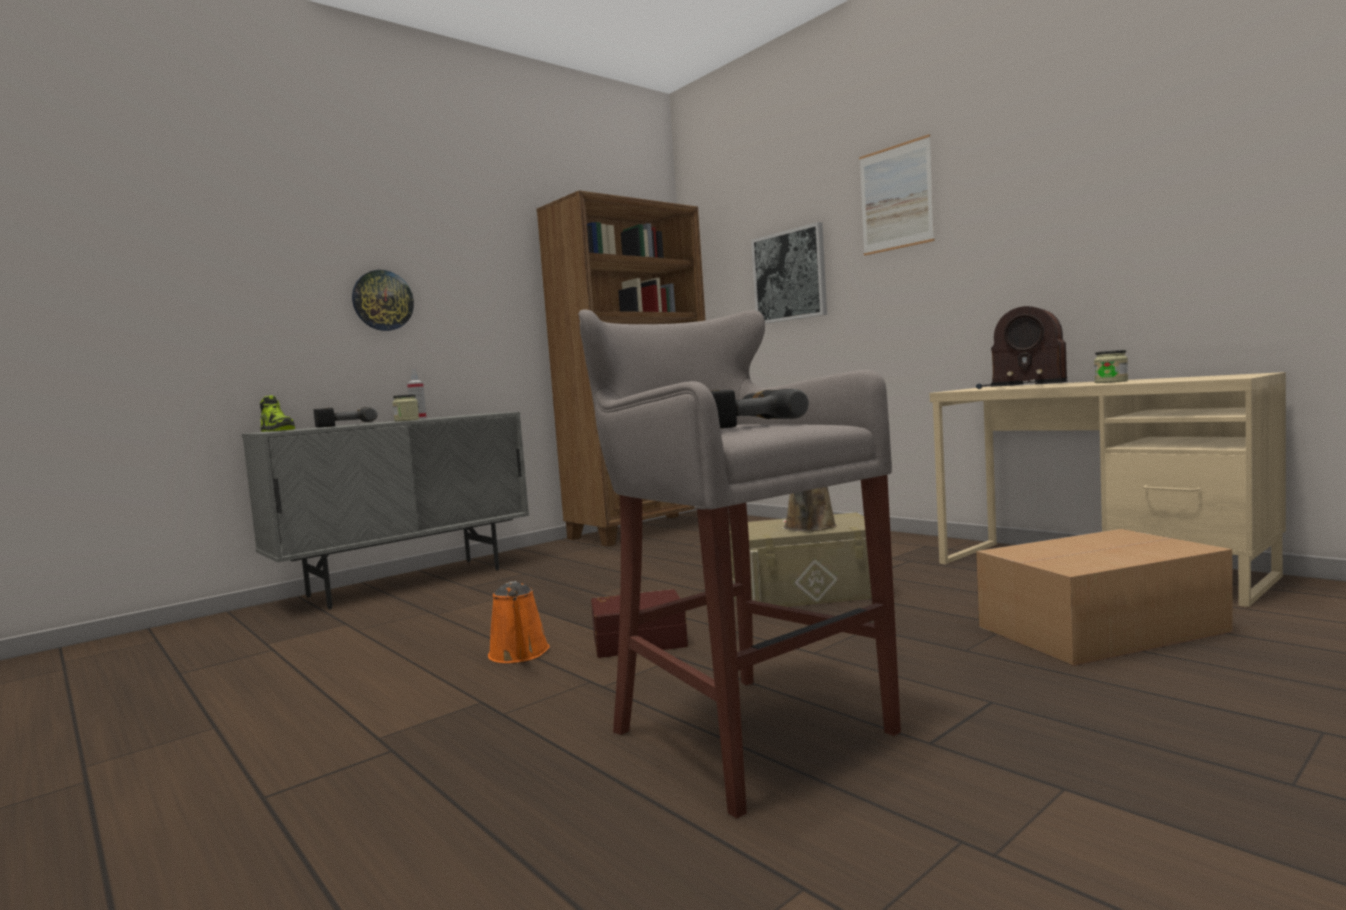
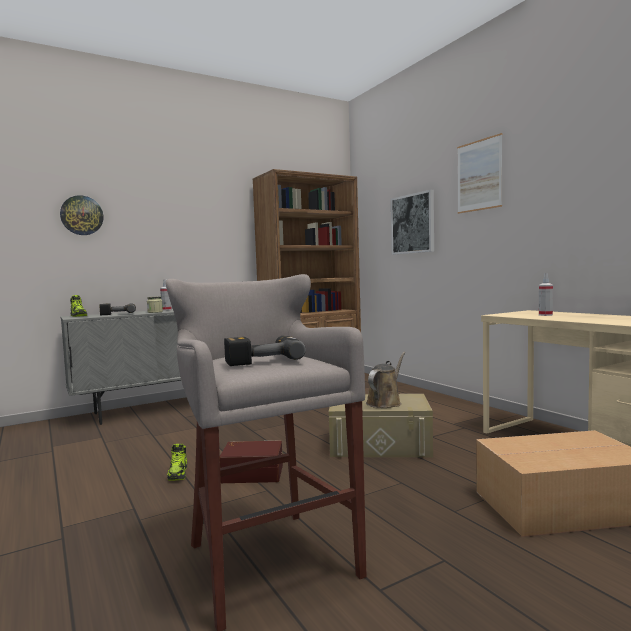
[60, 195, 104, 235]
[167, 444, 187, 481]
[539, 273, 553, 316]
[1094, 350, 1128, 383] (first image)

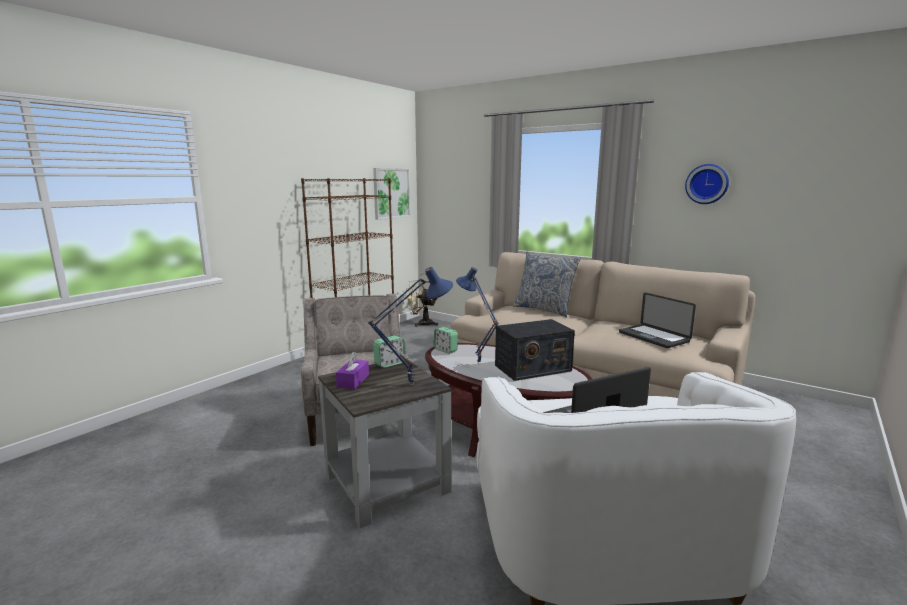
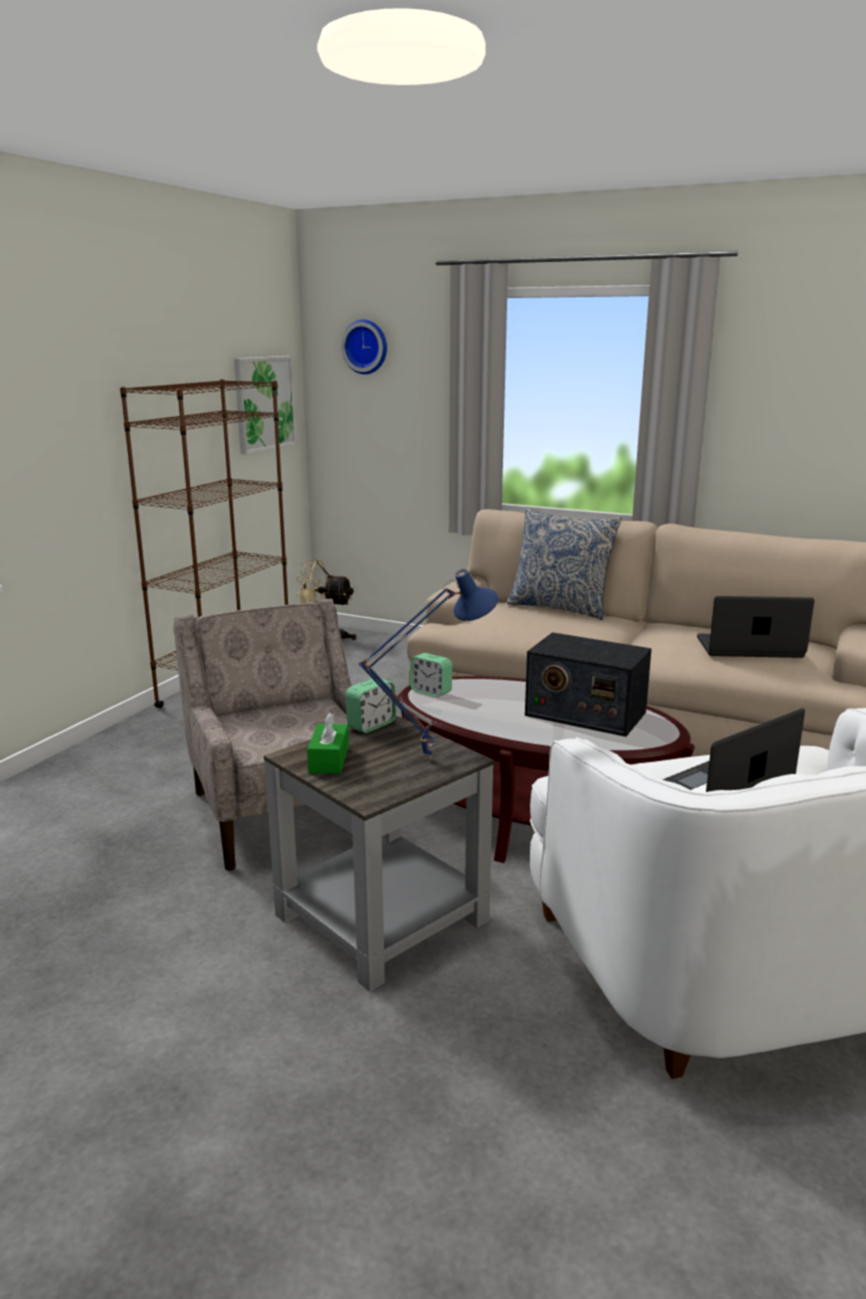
[307, 713, 349, 774]
[341, 319, 387, 374]
[525, 632, 652, 737]
[697, 596, 815, 658]
[456, 267, 499, 365] (first image)

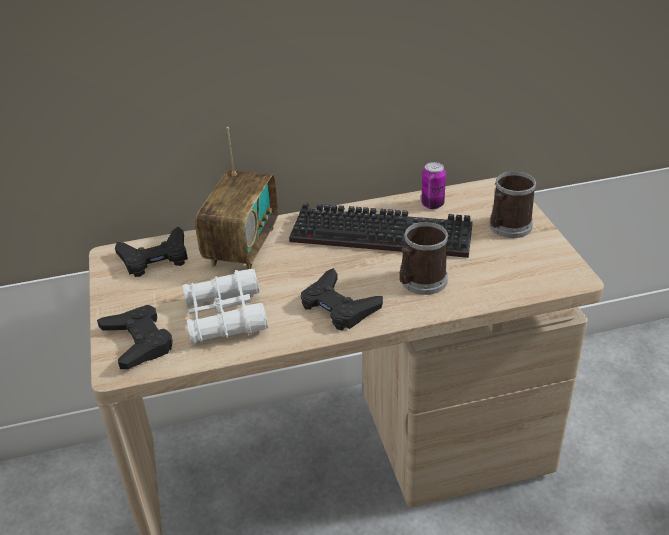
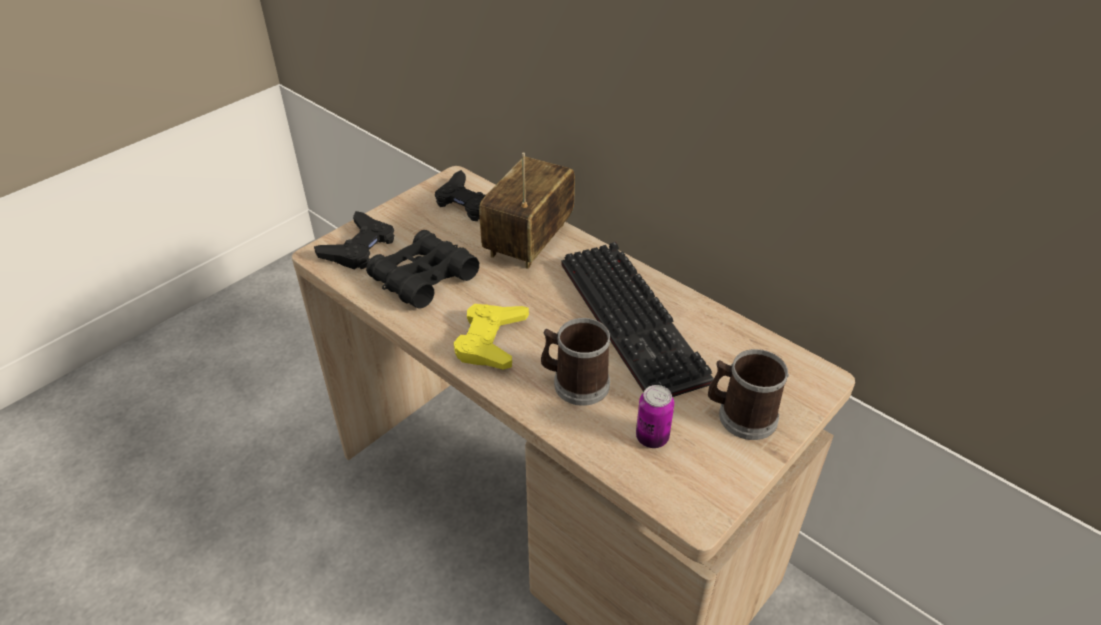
[366, 230, 479, 308]
[454, 304, 529, 370]
[479, 152, 575, 269]
[636, 385, 674, 448]

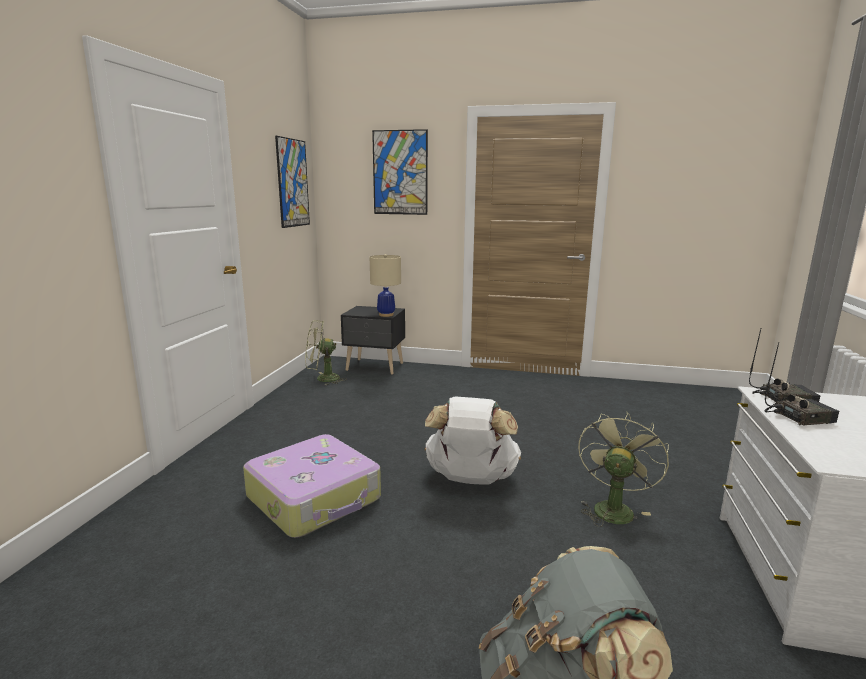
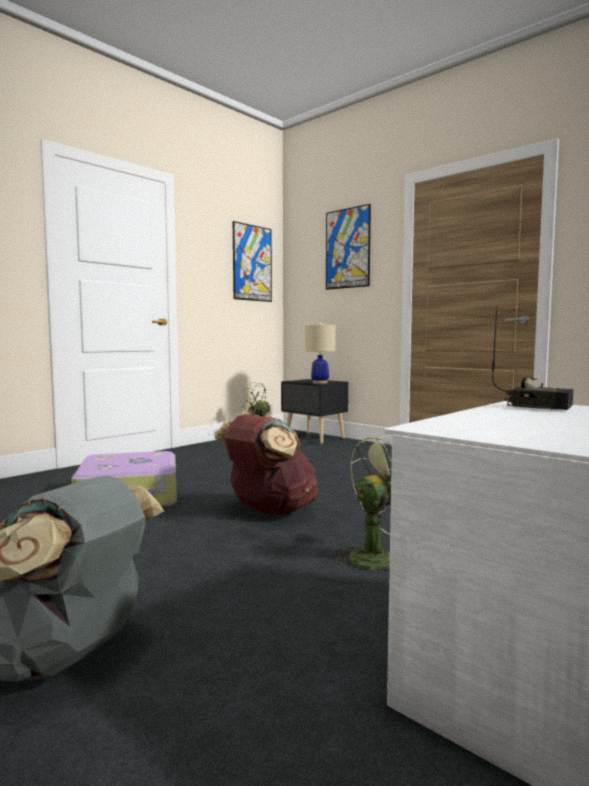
[214, 414, 319, 515]
[765, 343, 839, 425] (first image)

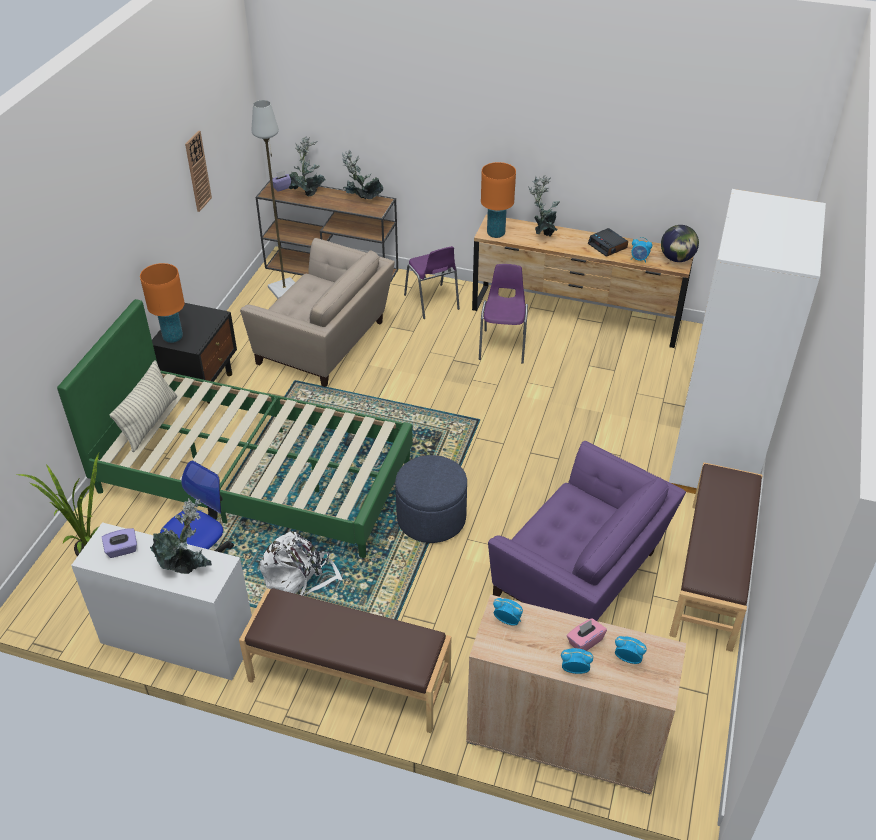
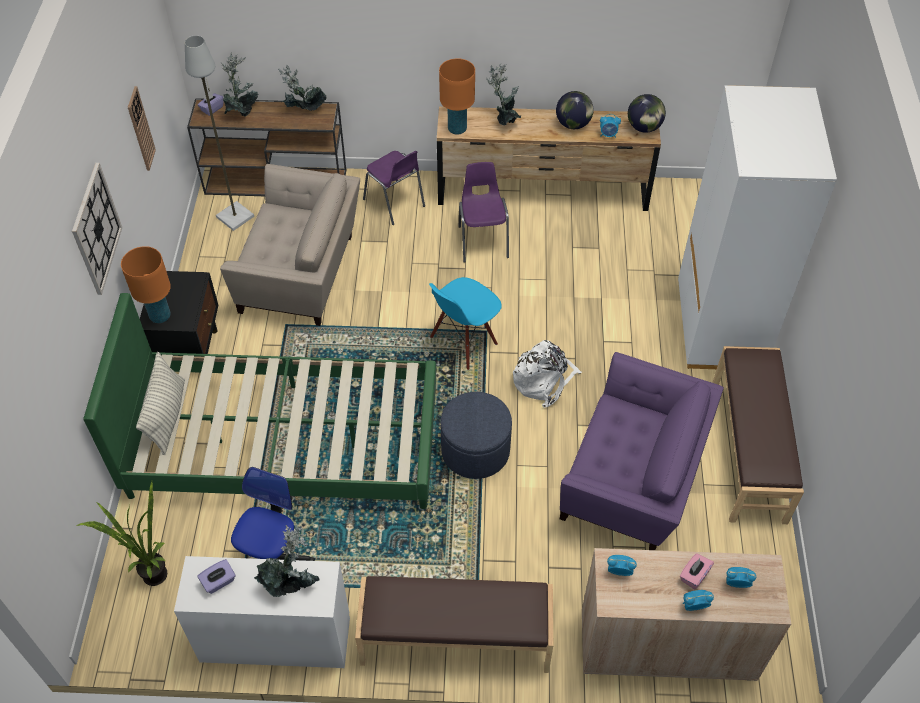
[72, 163, 122, 295]
[429, 277, 502, 370]
[513, 340, 582, 408]
[556, 91, 594, 129]

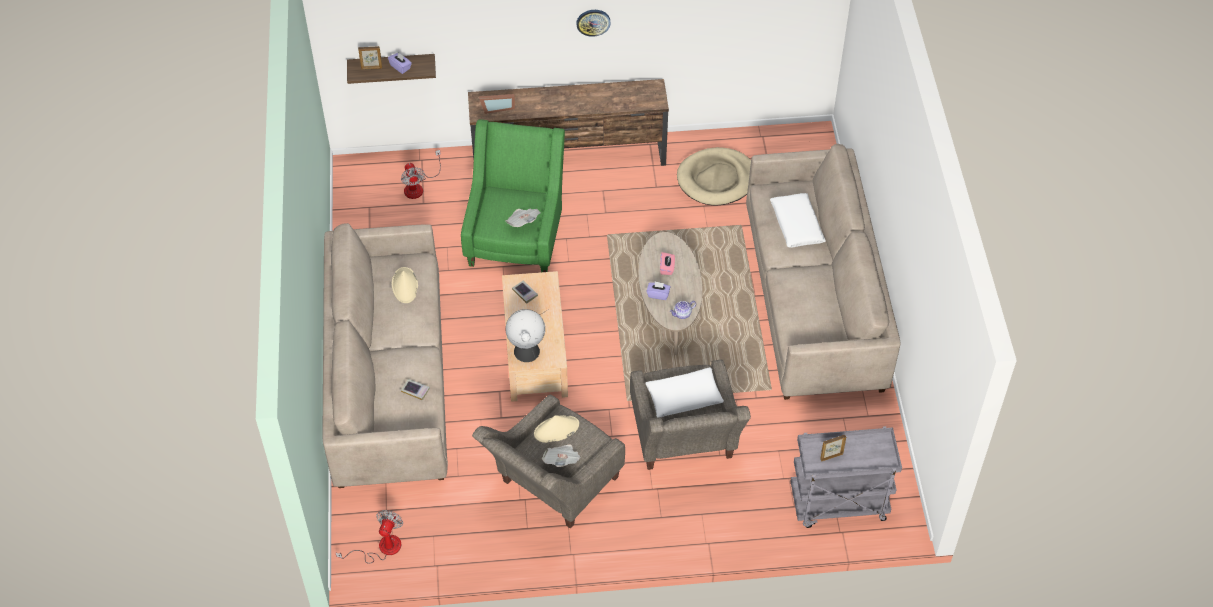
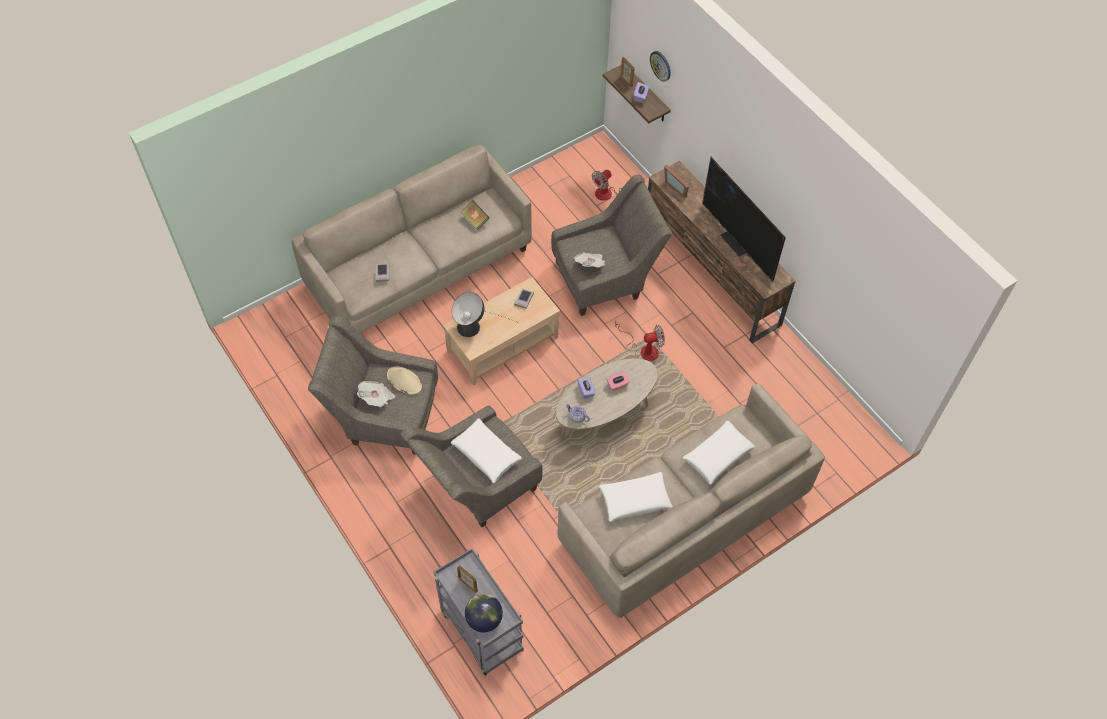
[461, 200, 490, 230]
[465, 594, 503, 632]
[551, 175, 672, 316]
[599, 472, 673, 522]
[615, 320, 665, 361]
[650, 51, 671, 82]
[702, 157, 786, 282]
[677, 147, 751, 206] (first image)

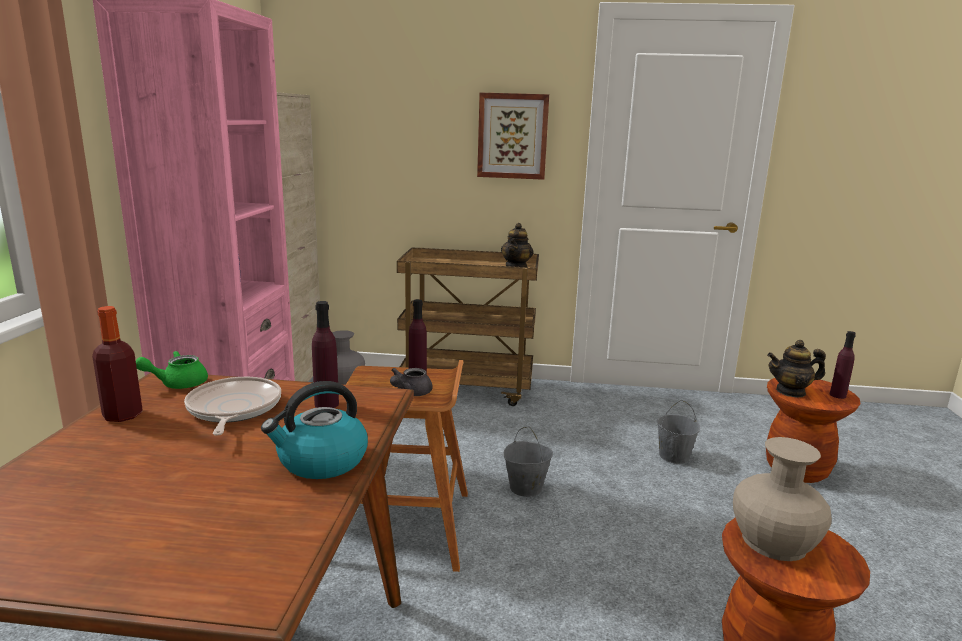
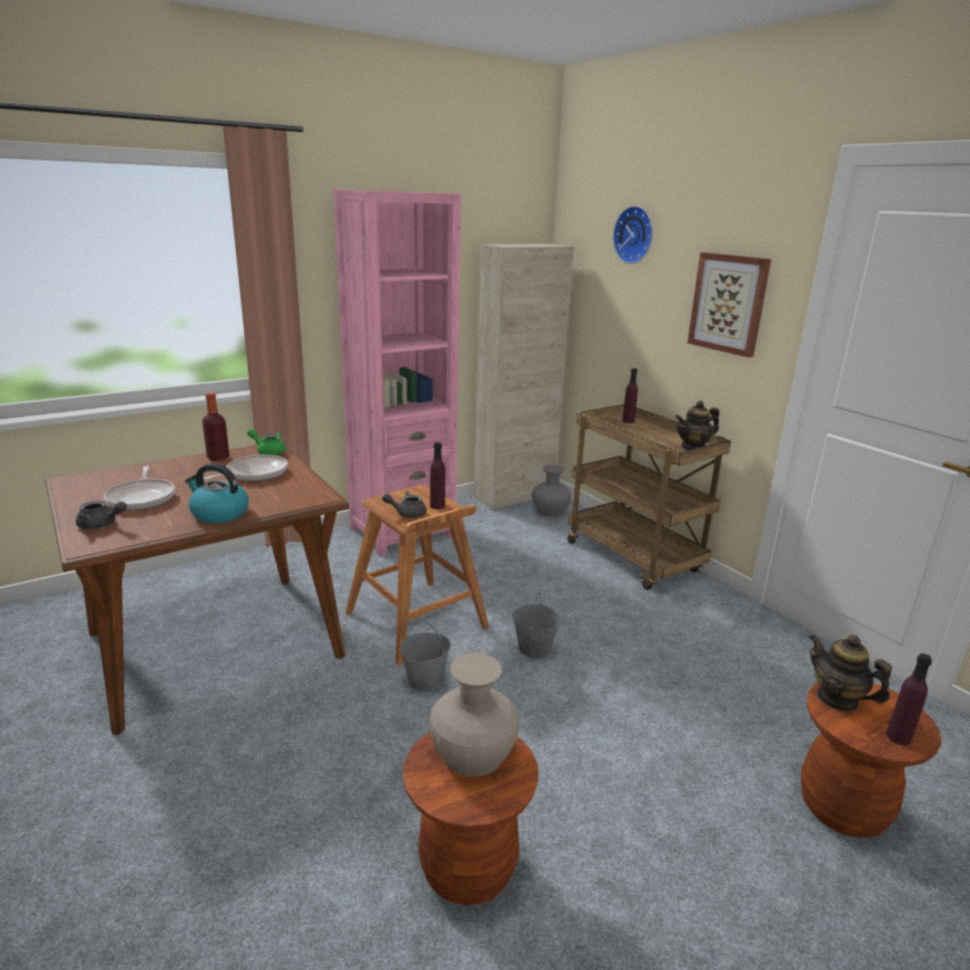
[76, 501, 127, 529]
[103, 466, 175, 510]
[400, 621, 451, 692]
[613, 206, 653, 264]
[622, 368, 638, 423]

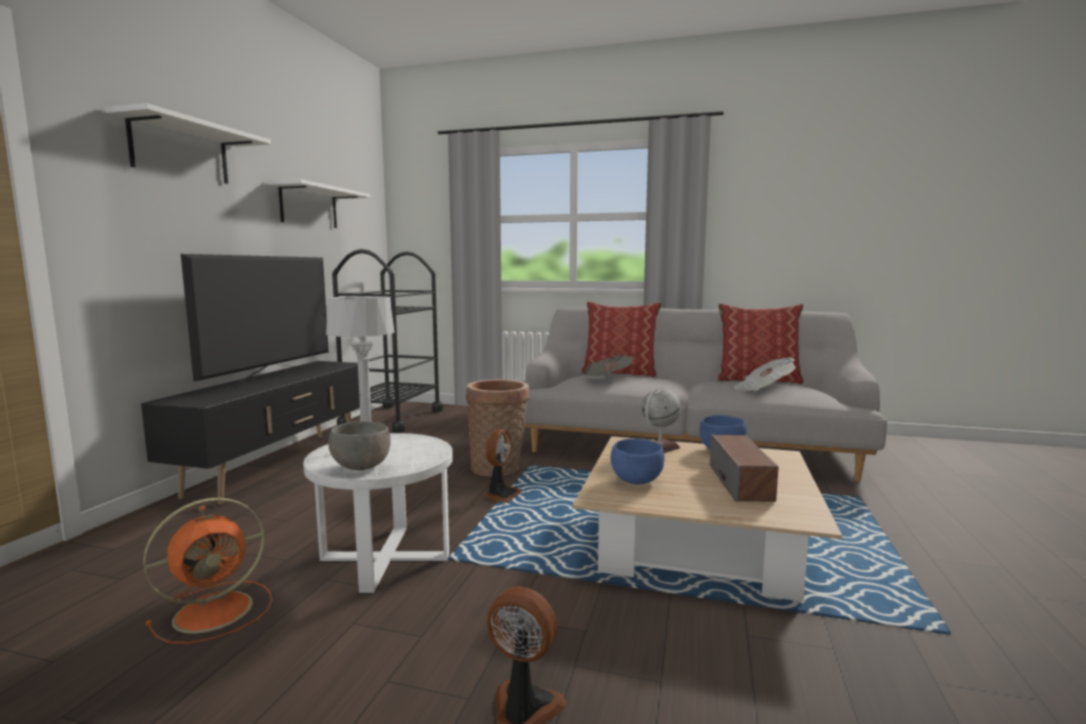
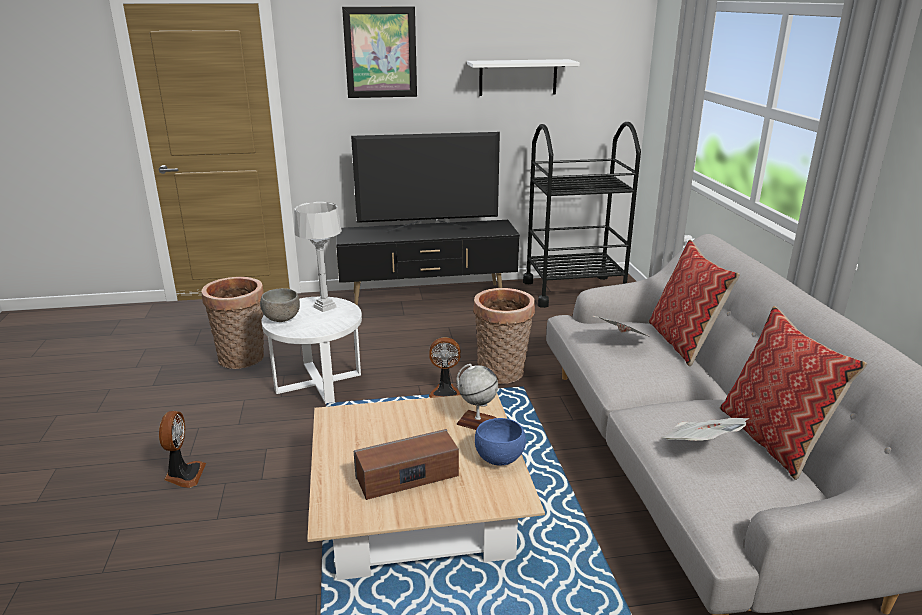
[202, 277, 264, 369]
[342, 7, 417, 98]
[610, 439, 664, 485] (first image)

